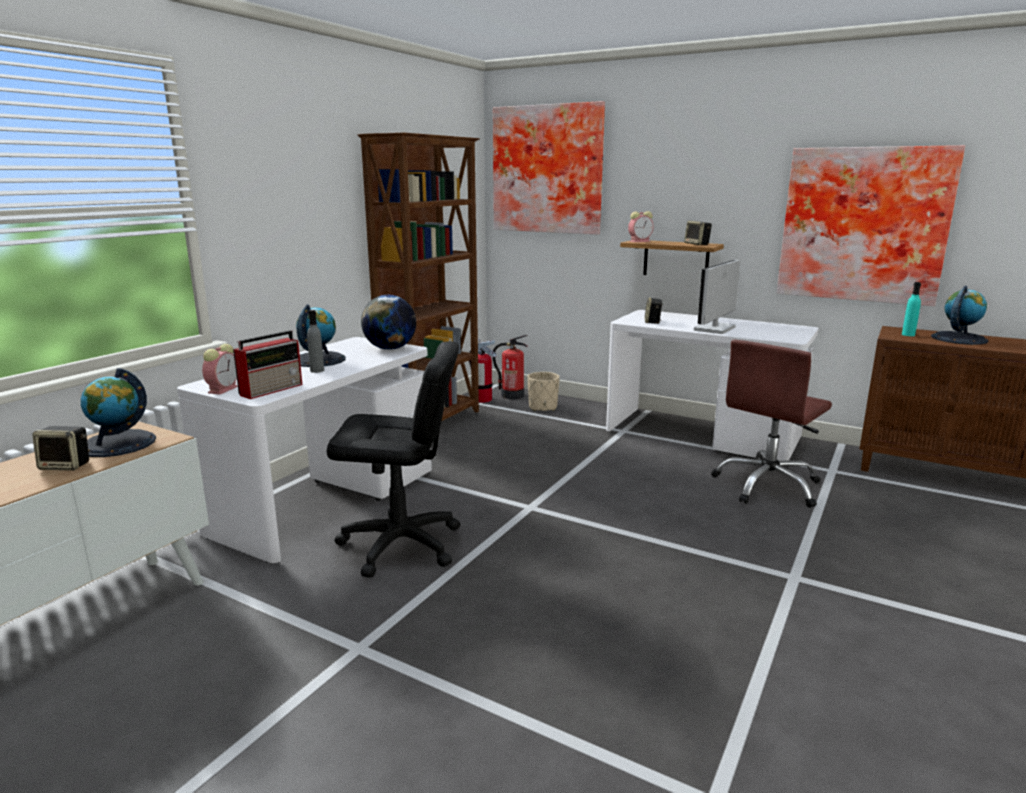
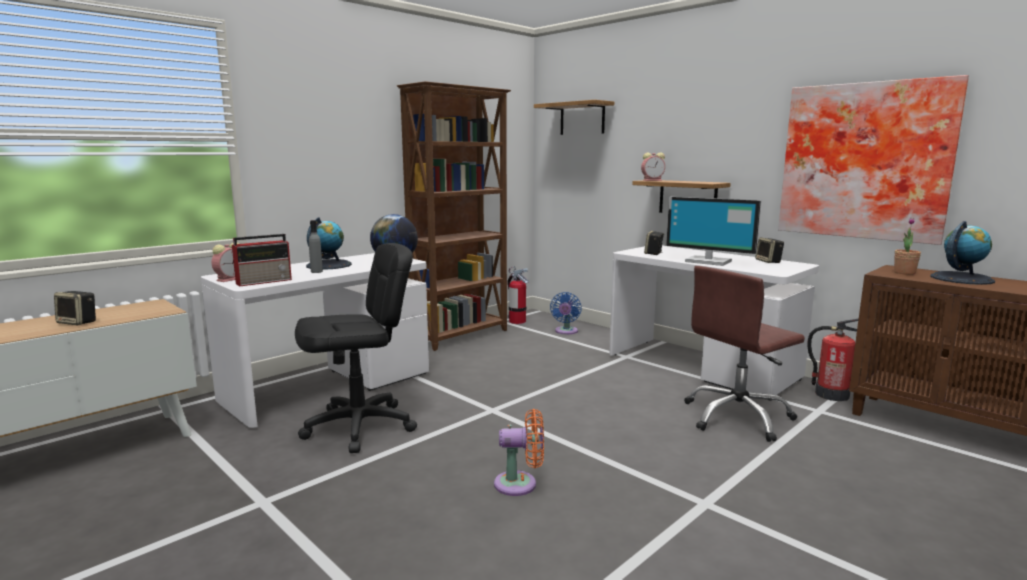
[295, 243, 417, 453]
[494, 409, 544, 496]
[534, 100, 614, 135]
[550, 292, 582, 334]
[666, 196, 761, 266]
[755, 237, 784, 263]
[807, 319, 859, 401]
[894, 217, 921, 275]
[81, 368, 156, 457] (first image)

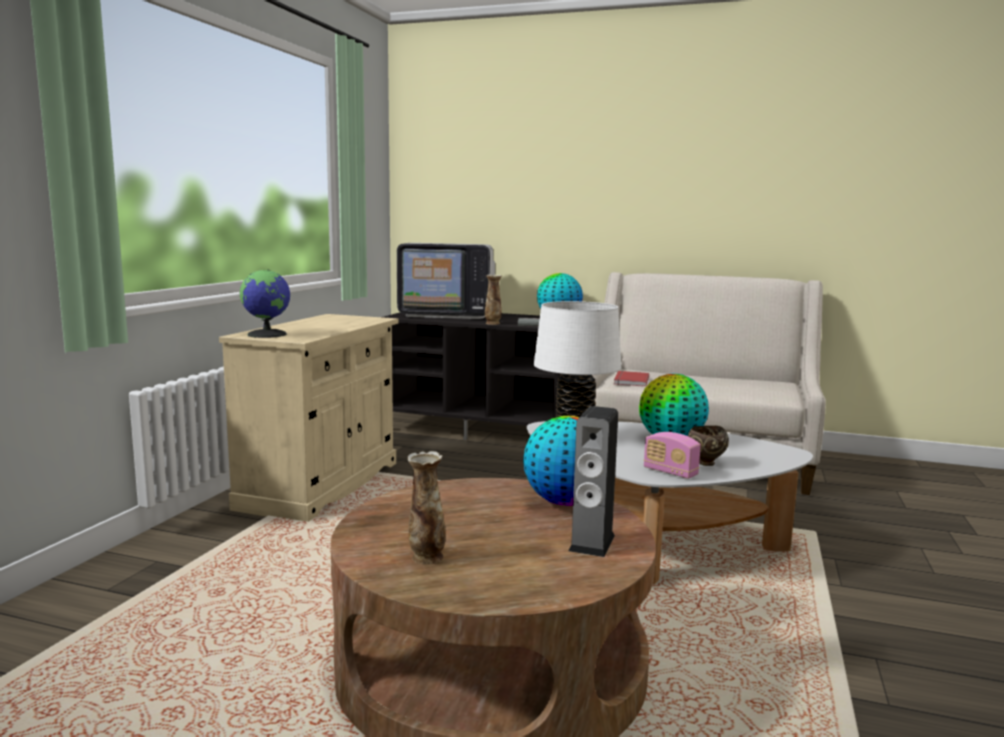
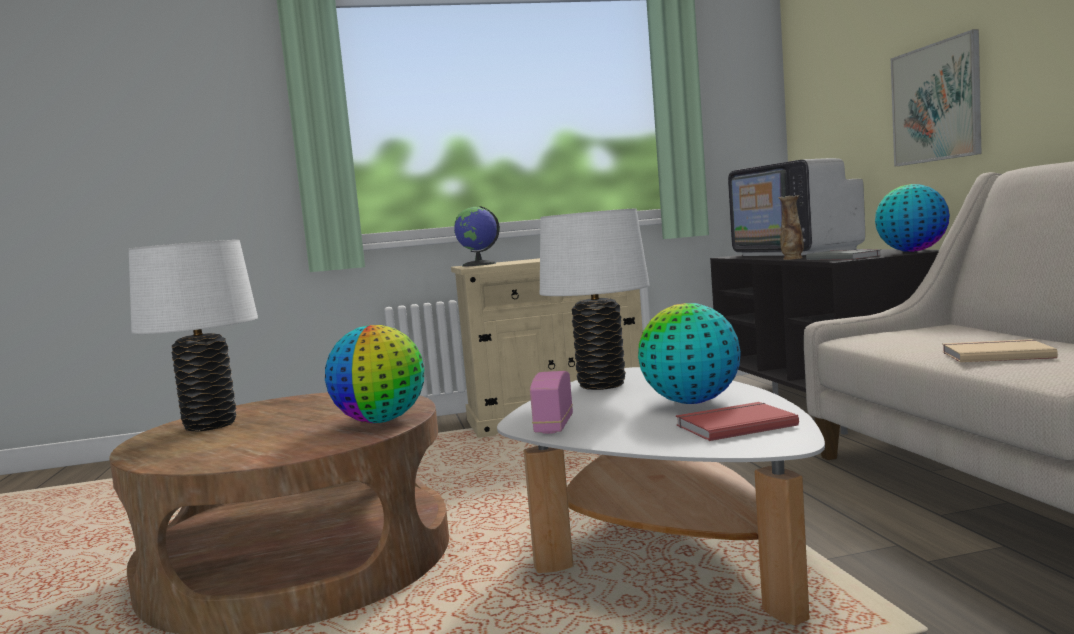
[129, 240, 258, 431]
[676, 402, 799, 441]
[891, 29, 982, 167]
[942, 339, 1058, 362]
[568, 406, 618, 557] (first image)
[688, 426, 729, 466] (first image)

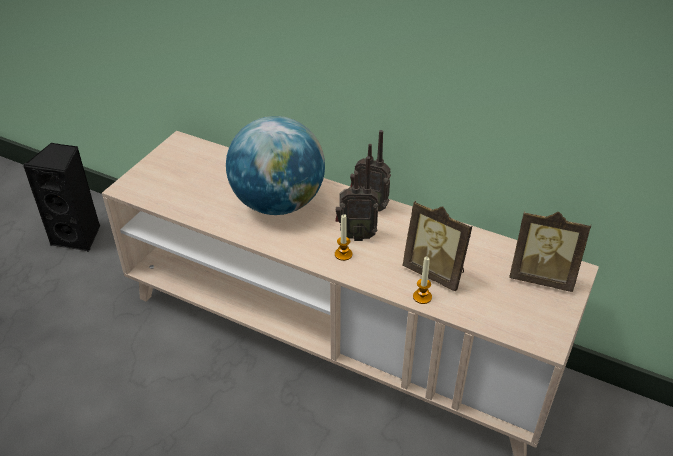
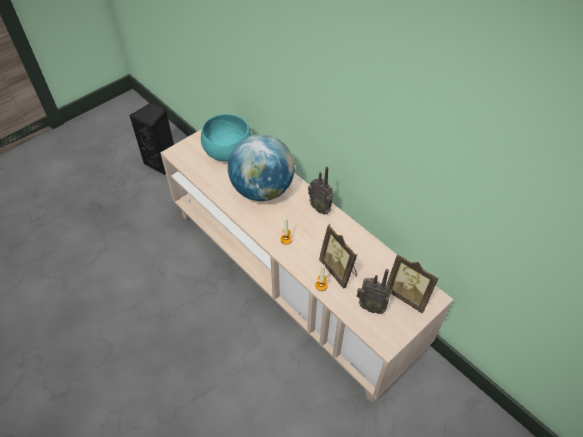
[201, 114, 251, 161]
[356, 269, 391, 314]

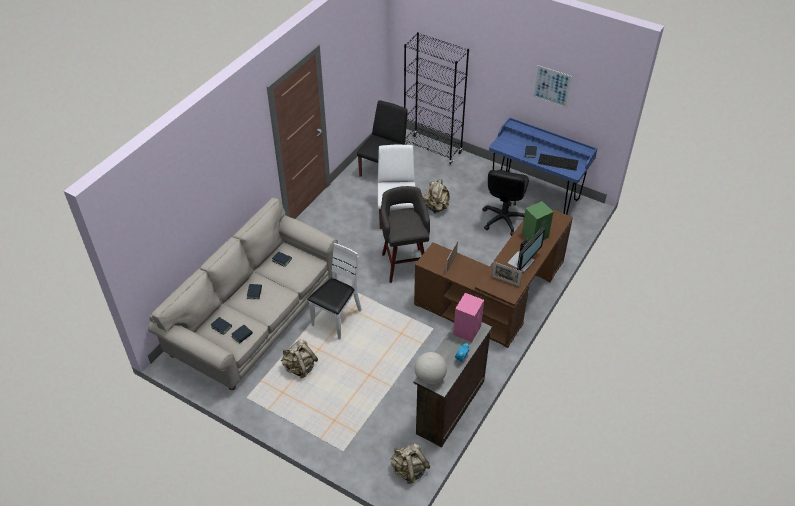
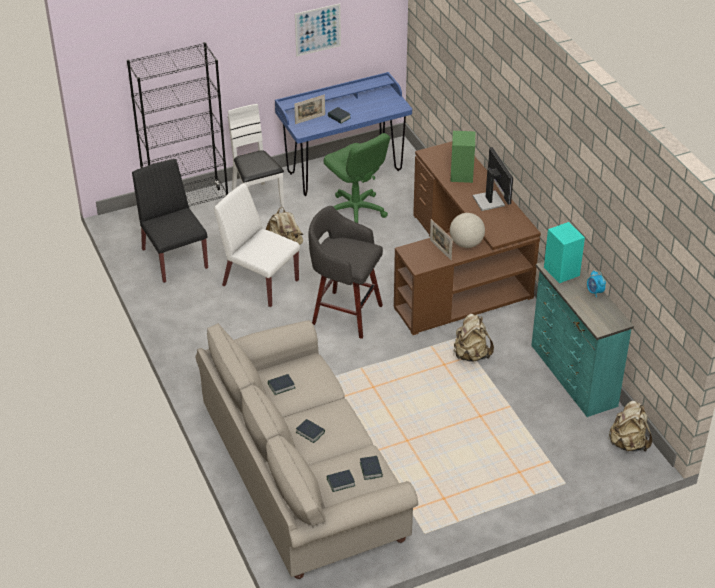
[228, 104, 284, 211]
[294, 95, 325, 124]
[324, 133, 390, 223]
[450, 213, 485, 248]
[453, 314, 494, 362]
[531, 262, 634, 417]
[544, 222, 585, 283]
[538, 153, 579, 171] (first image)

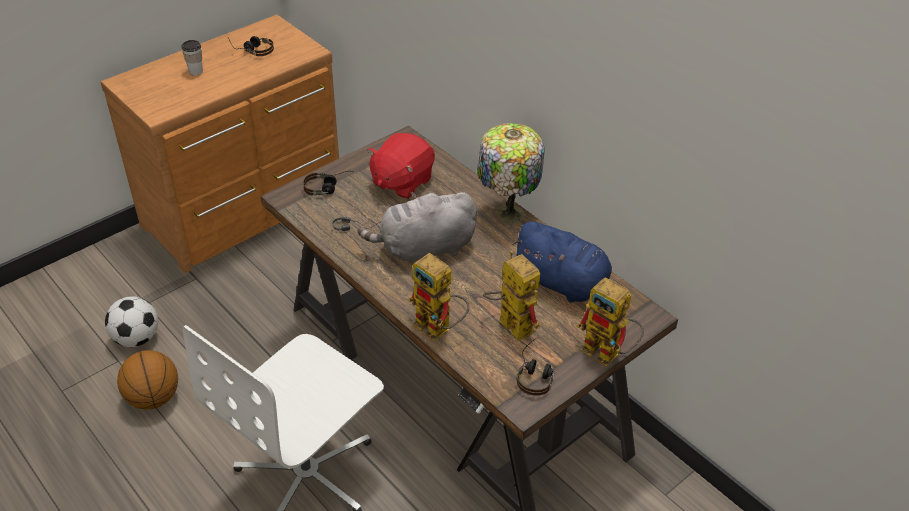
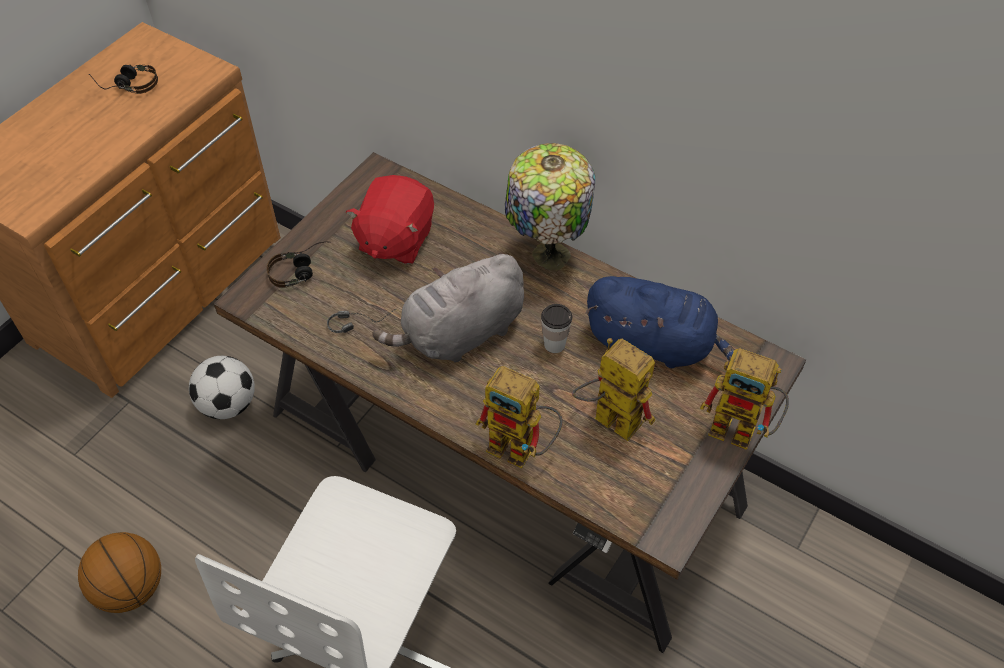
[189, 356, 255, 419]
[541, 304, 572, 353]
[517, 339, 554, 396] (first image)

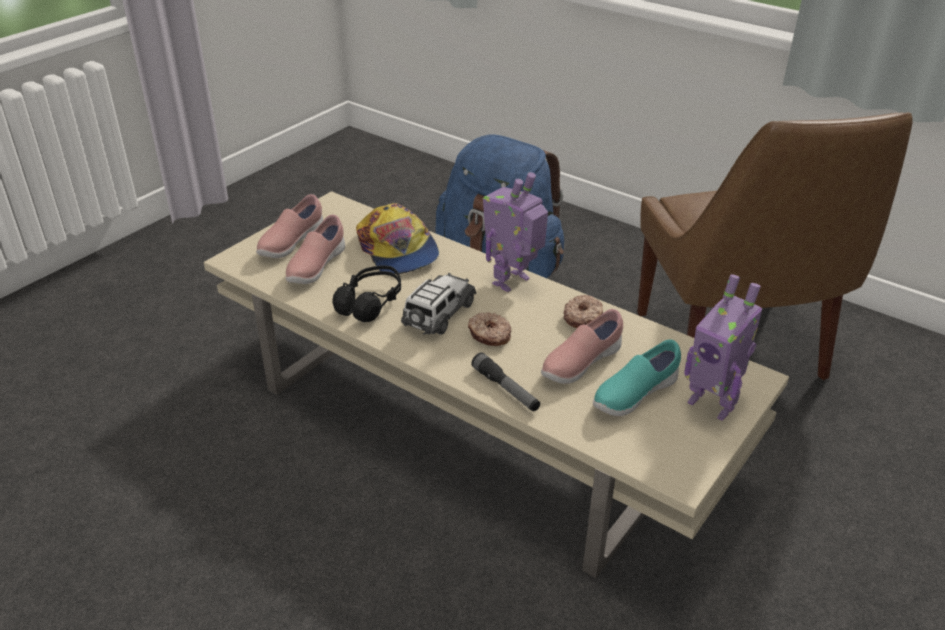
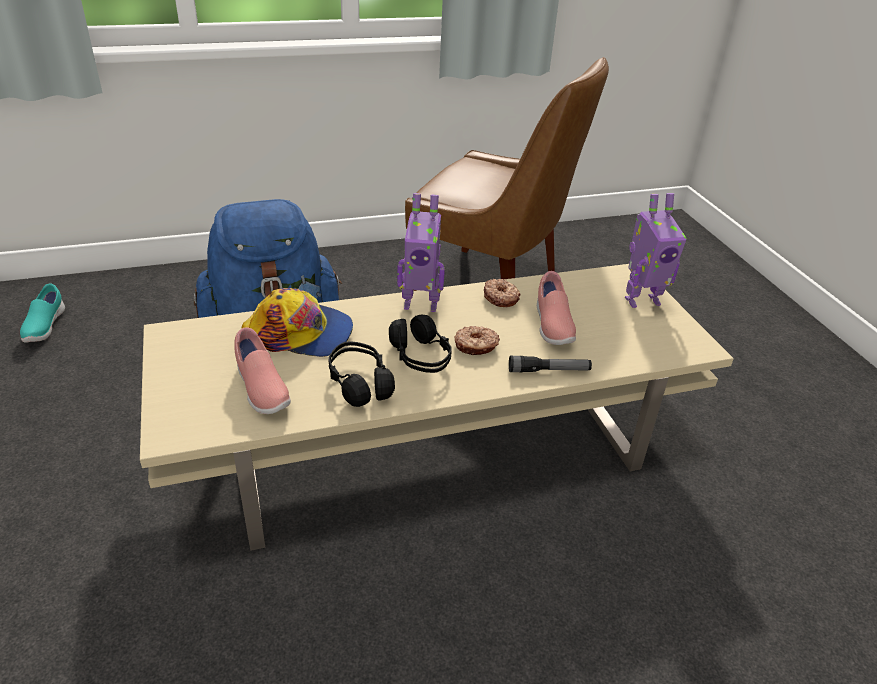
[20, 283, 65, 342]
[389, 314, 452, 373]
[397, 193, 445, 312]
[256, 194, 323, 258] (first image)

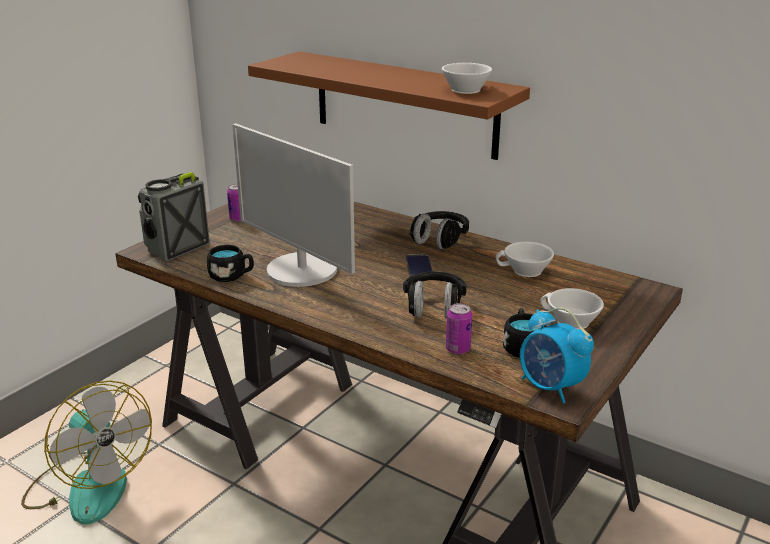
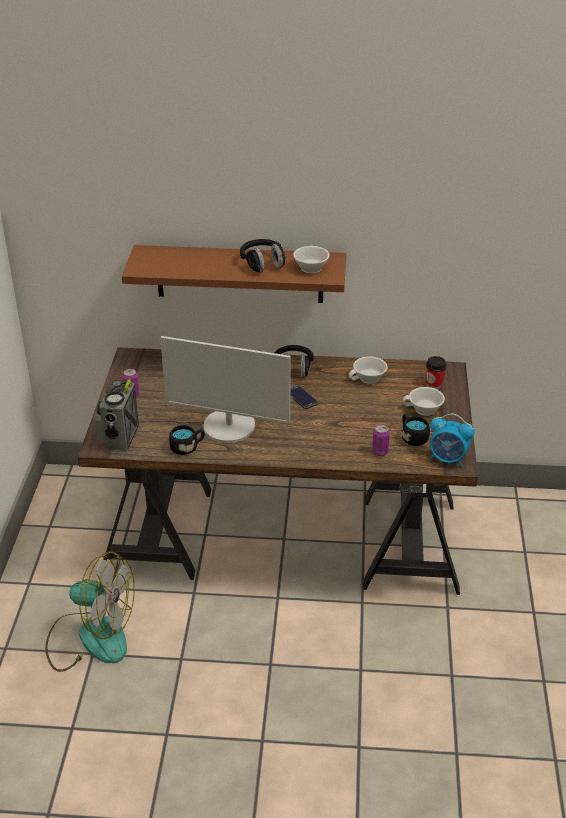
[240, 239, 285, 273]
[426, 356, 447, 389]

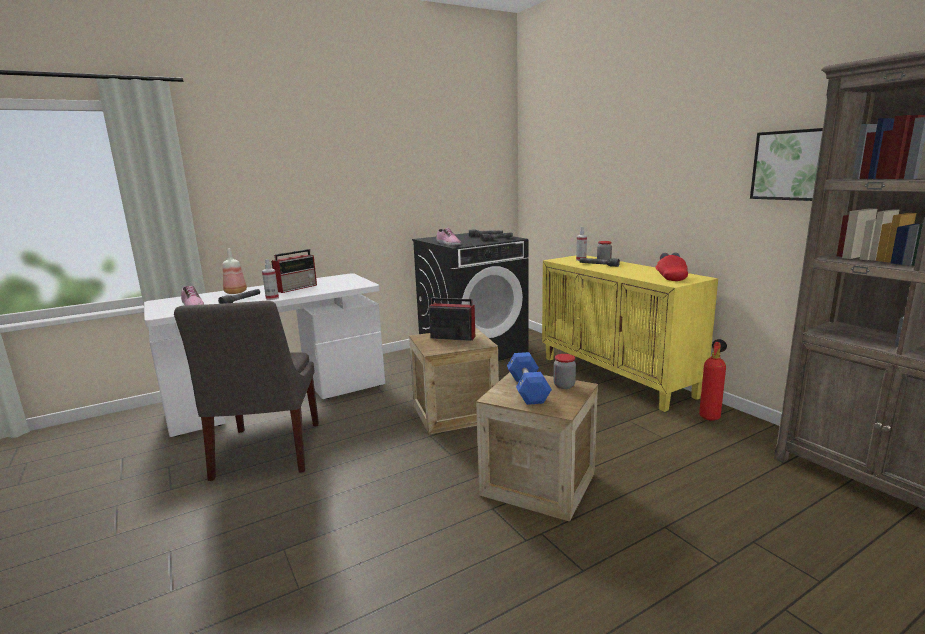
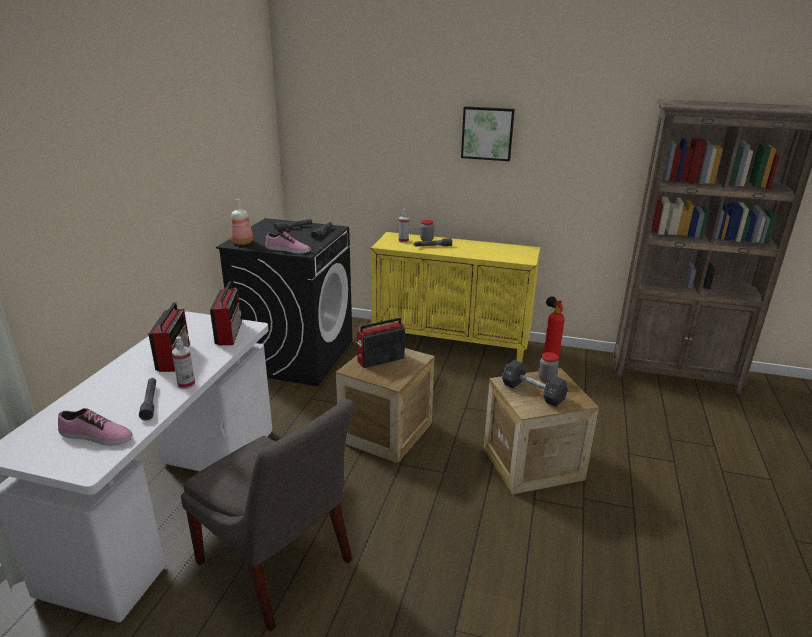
[210, 282, 242, 345]
[231, 199, 253, 245]
[461, 106, 515, 161]
[502, 360, 568, 407]
[655, 252, 688, 281] (first image)

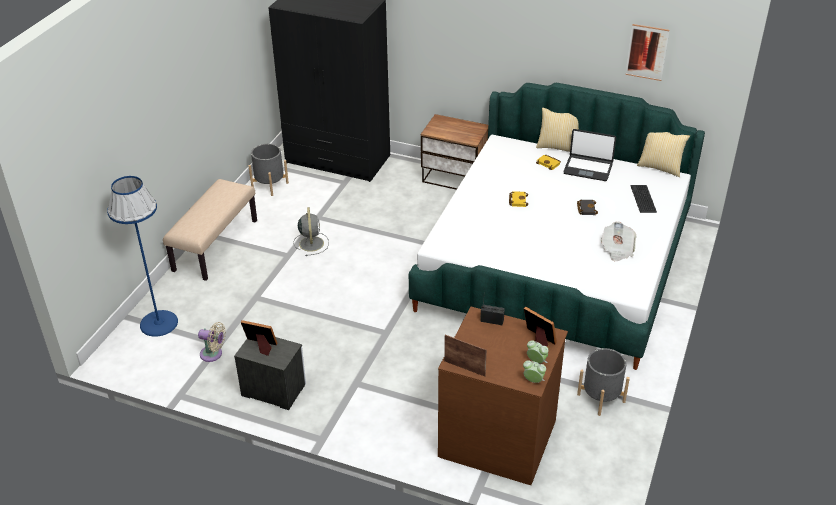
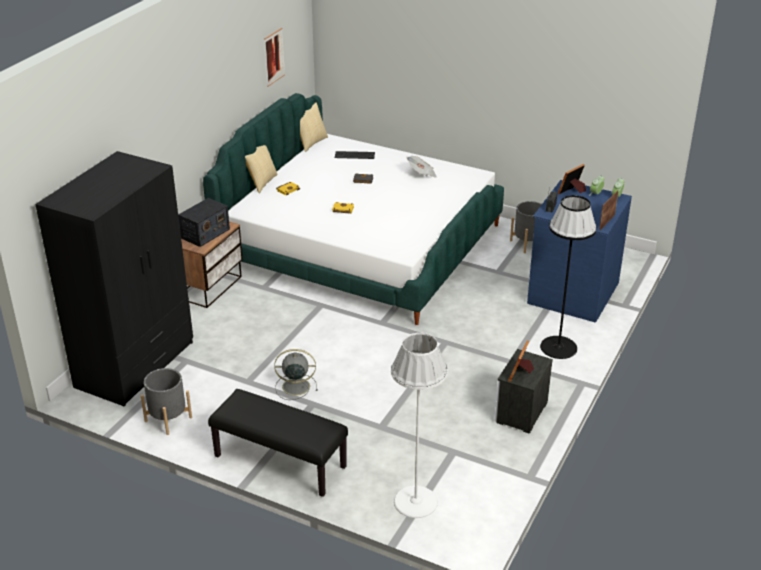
[178, 198, 230, 247]
[208, 389, 348, 497]
[391, 333, 447, 518]
[527, 180, 632, 322]
[540, 195, 597, 359]
[198, 322, 226, 362] (first image)
[563, 129, 616, 181] (first image)

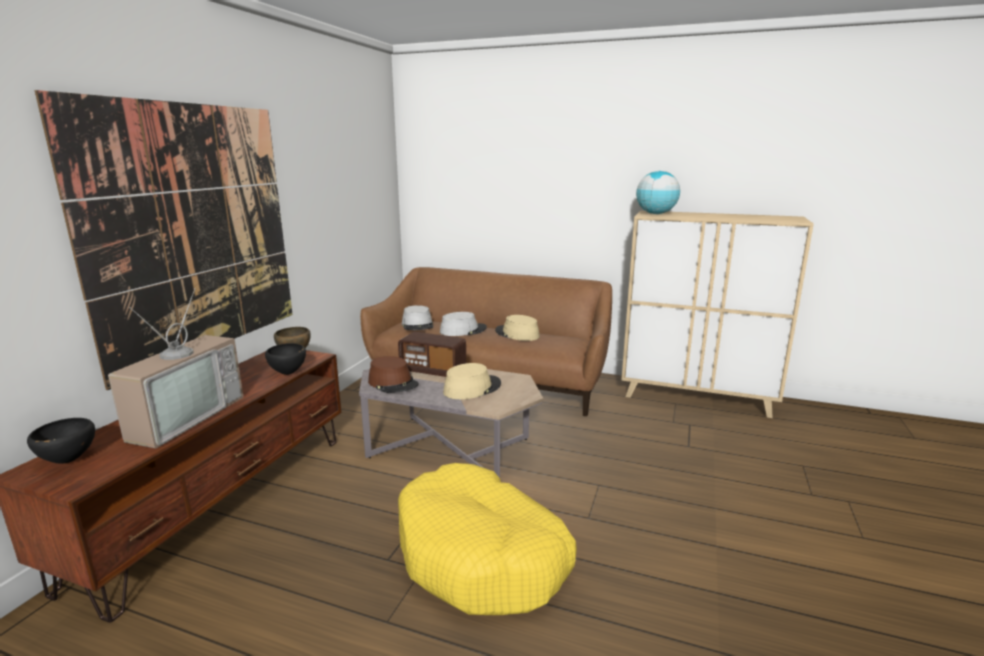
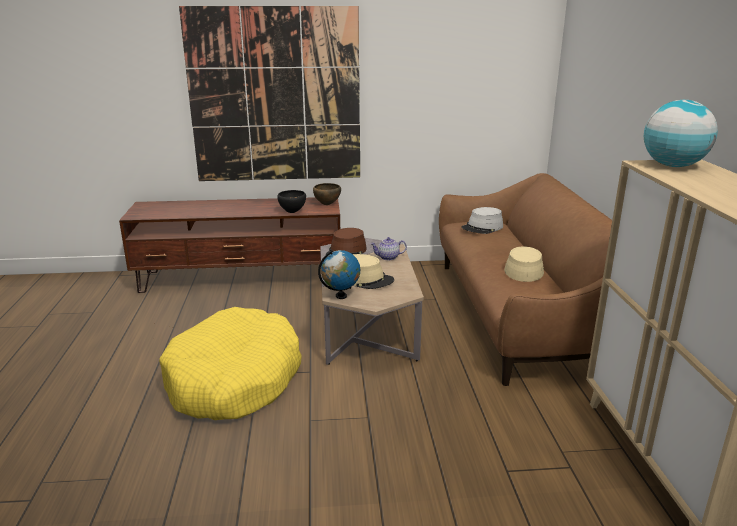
[318, 250, 360, 299]
[370, 237, 407, 260]
[27, 418, 95, 464] (first image)
[108, 288, 243, 449] (first image)
[440, 312, 487, 336] (first image)

